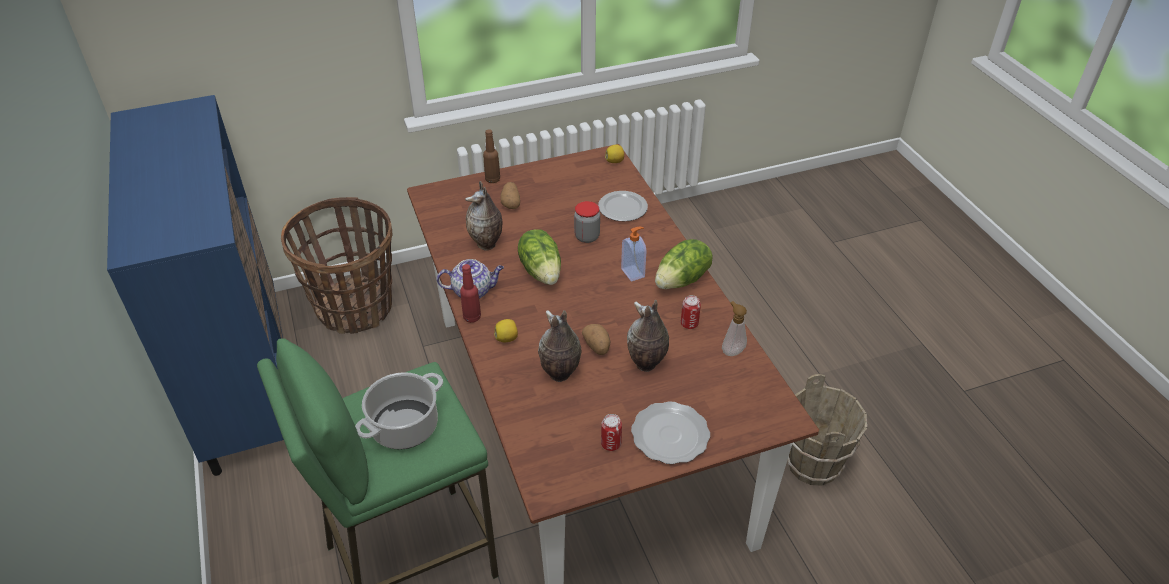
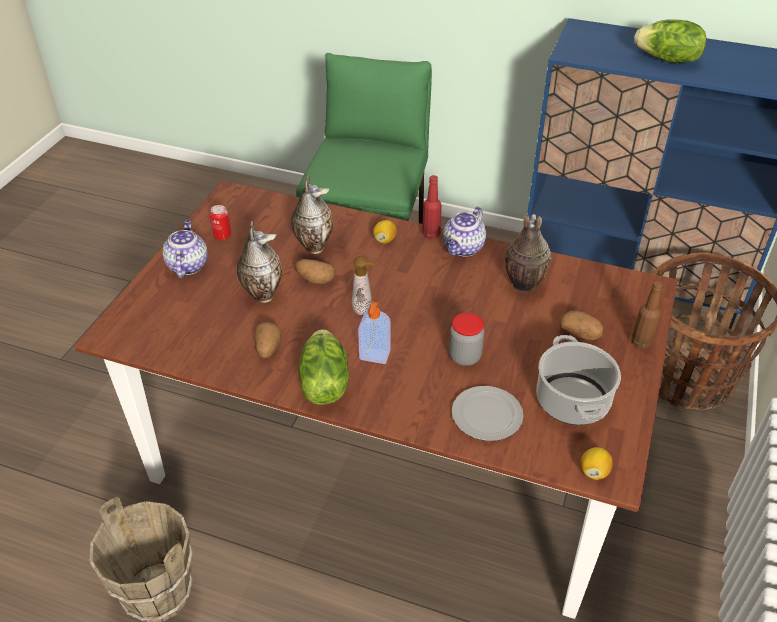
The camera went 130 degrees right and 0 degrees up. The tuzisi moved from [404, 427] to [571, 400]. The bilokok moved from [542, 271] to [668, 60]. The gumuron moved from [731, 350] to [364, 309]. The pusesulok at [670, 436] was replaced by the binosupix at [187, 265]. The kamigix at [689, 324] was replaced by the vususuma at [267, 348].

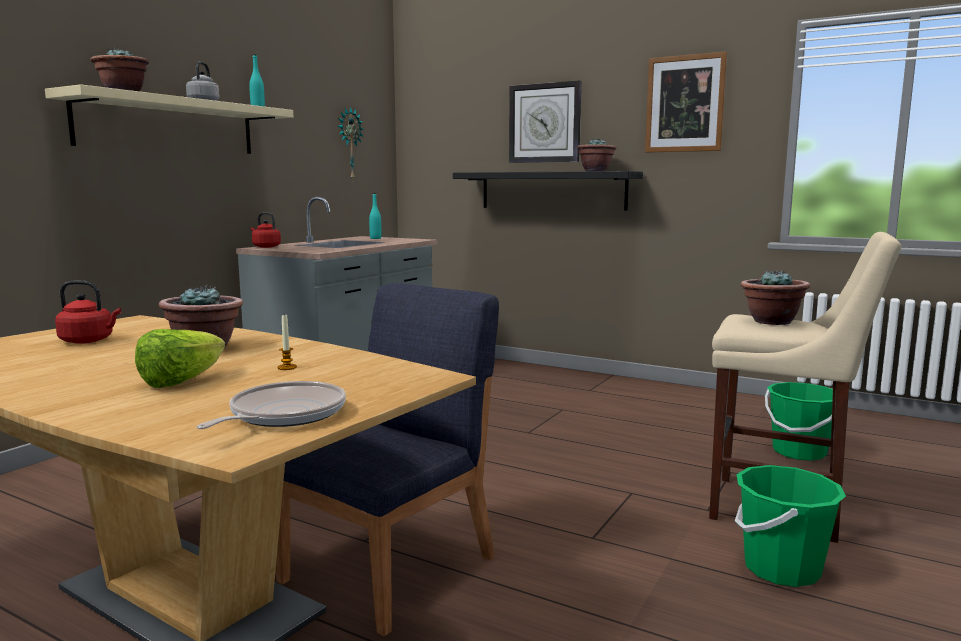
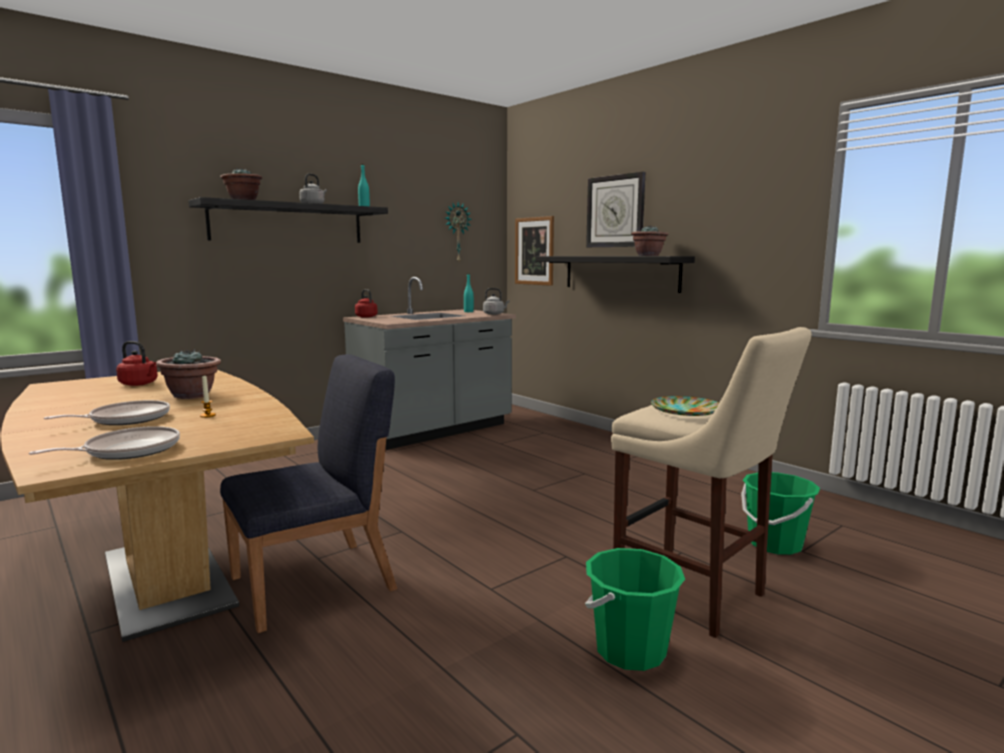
The camera went 20 degrees right and 0 degrees up. The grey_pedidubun at [494, 314] appeared. The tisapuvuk moved from [685, 104] to [534, 251]. The bilokok at [181, 381] was replaced by the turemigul at [126, 419]. The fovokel at [771, 321] was replaced by the pusesulok at [685, 411]. The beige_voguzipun at [169, 126] became the black_voguzipun at [288, 223].

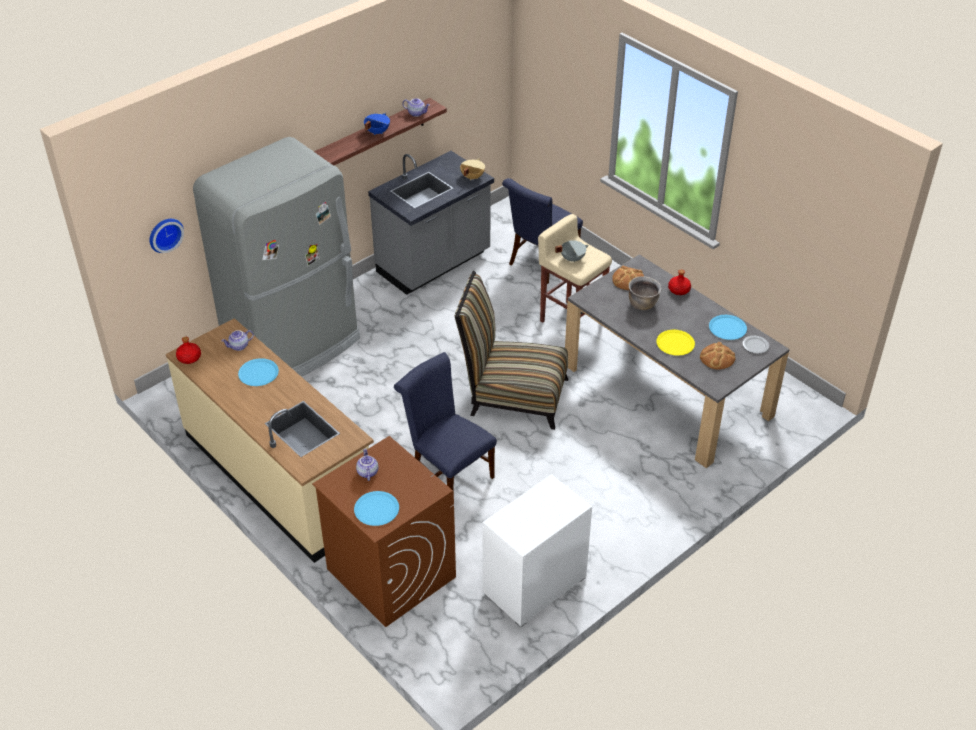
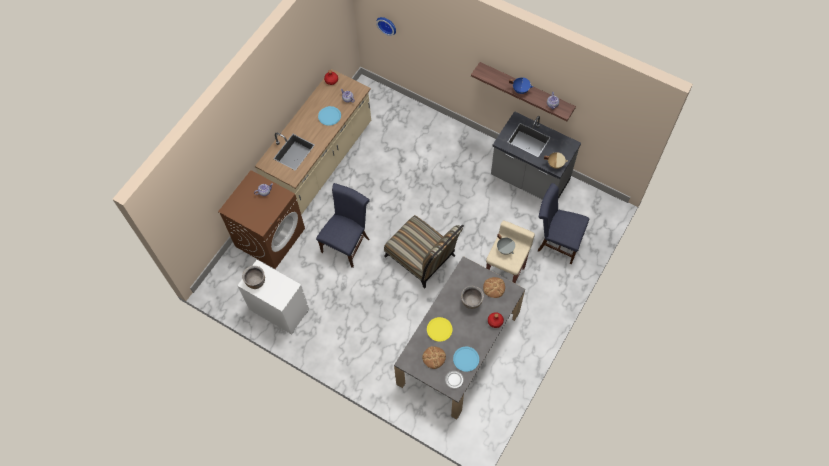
The camera went 75 degrees right and 20 degrees up. The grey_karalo at [294, 346] disappeared. The blue_pusesulok at [376, 509] disappeared. The brown_tuzisi at [256, 282] appeared. The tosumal at [512, 395] turned 135 degrees clockwise.

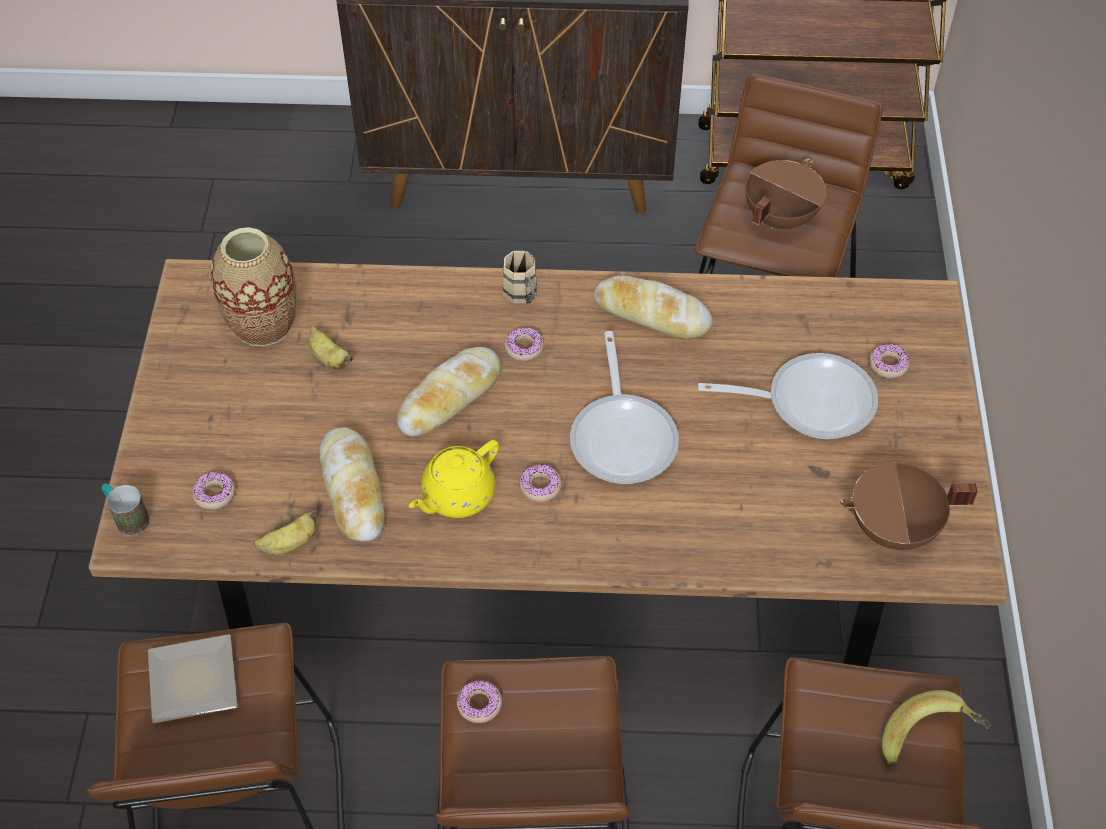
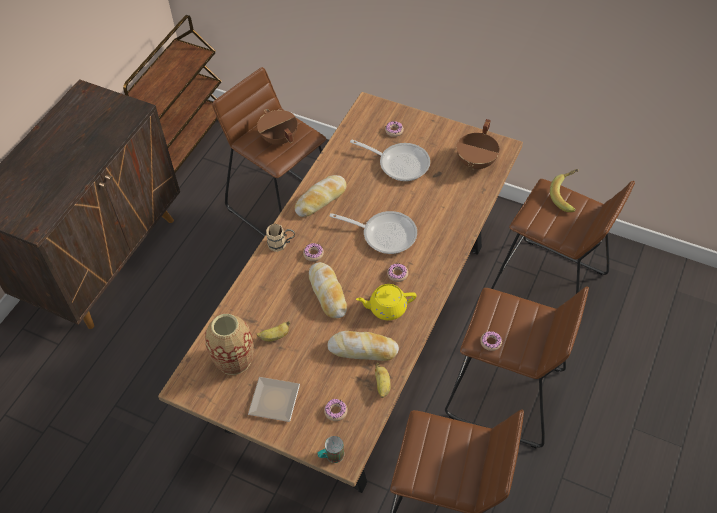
The camera went 65 degrees left and 0 degrees up. The pusesulok moved from [196, 678] to [273, 399]. The yellow_binosupix at [457, 495] turned 105 degrees clockwise. The turemigul at [810, 401] turned 90 degrees clockwise.

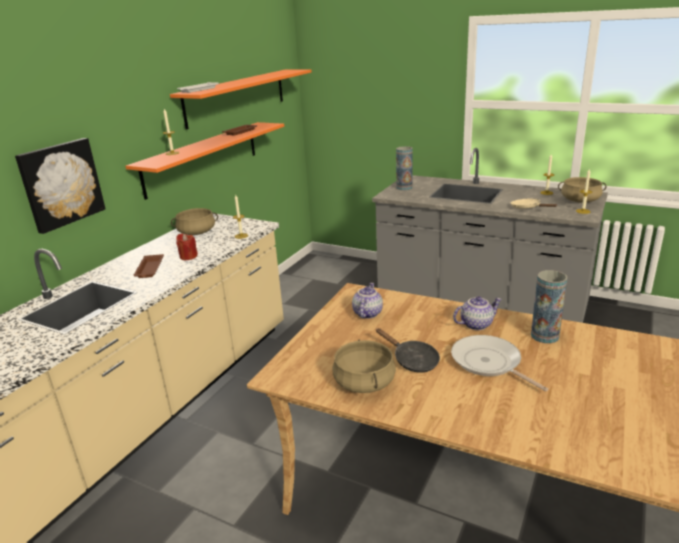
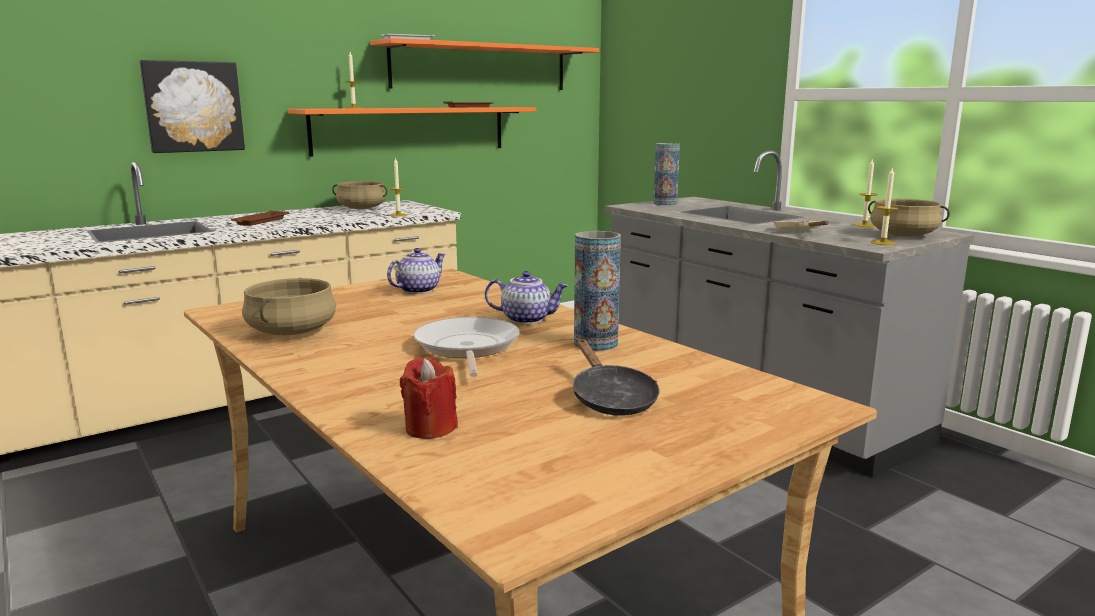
The camera went 25 degrees right and 10 degrees down. The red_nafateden moved from [188, 256] to [430, 428]. The black_turemigul moved from [412, 360] to [610, 398].

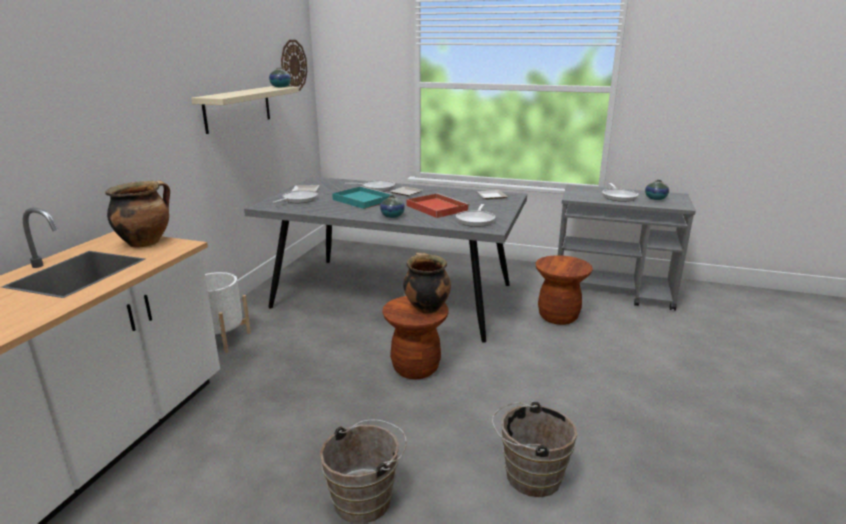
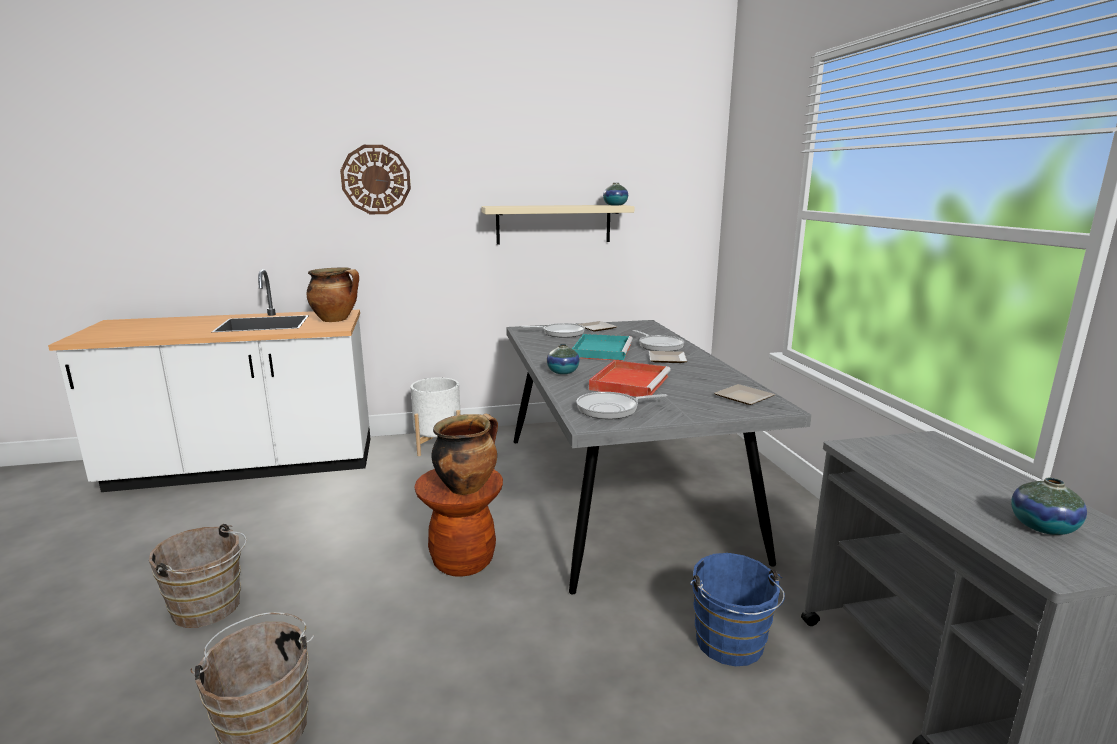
The camera went 60 degrees right and 5 degrees down. The turemigul at [619, 196] disappeared. The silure moved from [293, 65] to [376, 180]. The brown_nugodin at [558, 316] was replaced by the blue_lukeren at [730, 646].

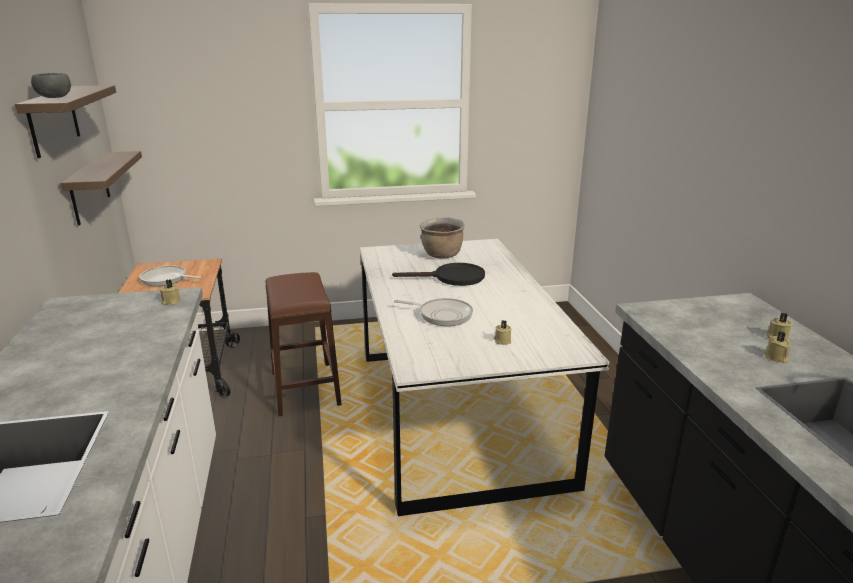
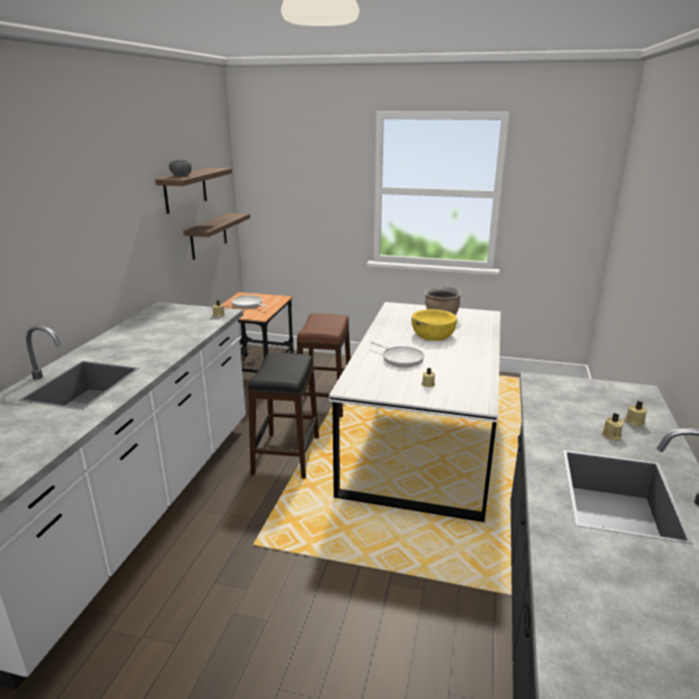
The camera went 25 degrees right and 0 degrees up. The black_nugodin at [286, 455] appeared. The black_turemigul at [452, 278] was replaced by the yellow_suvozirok at [433, 334].

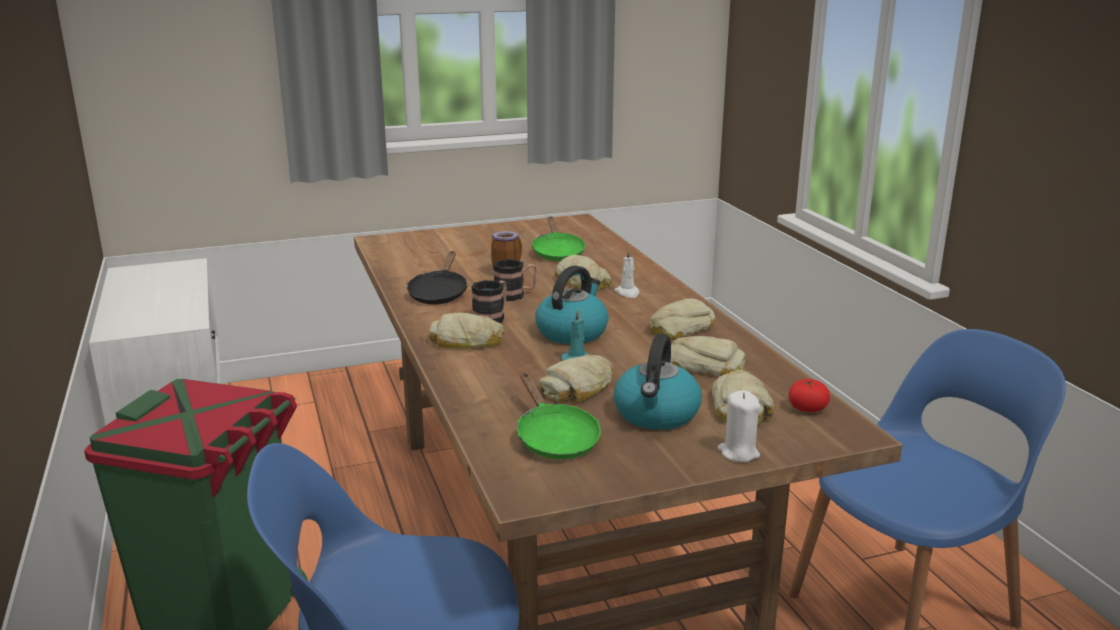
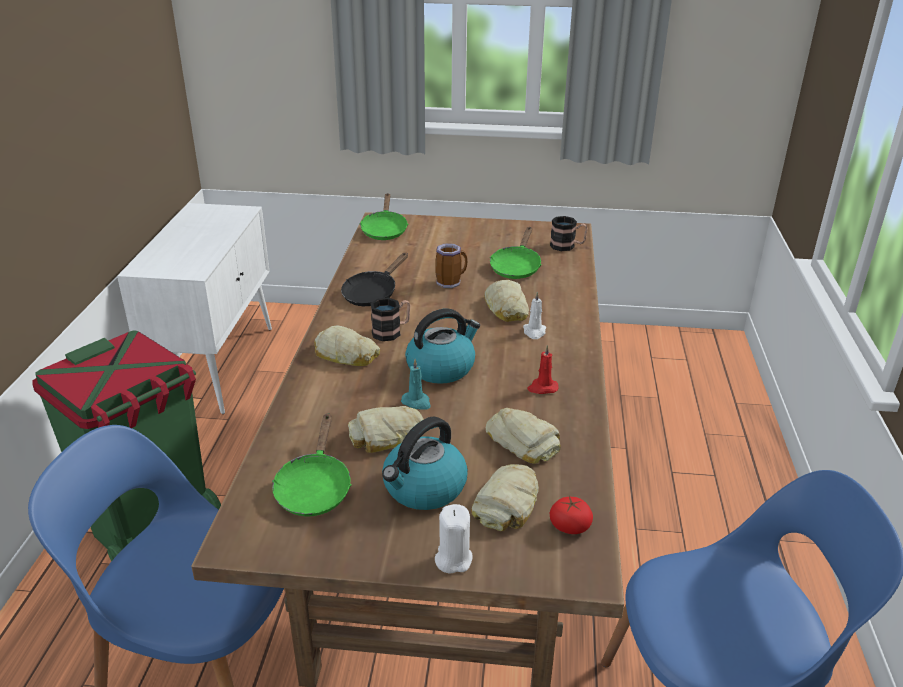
The camera went 25 degrees right and 10 degrees up. The green_turemigul at [384, 230] appeared. The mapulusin moved from [515, 295] to [567, 246]. The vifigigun at [679, 328] was replaced by the red_nafateden at [542, 388].

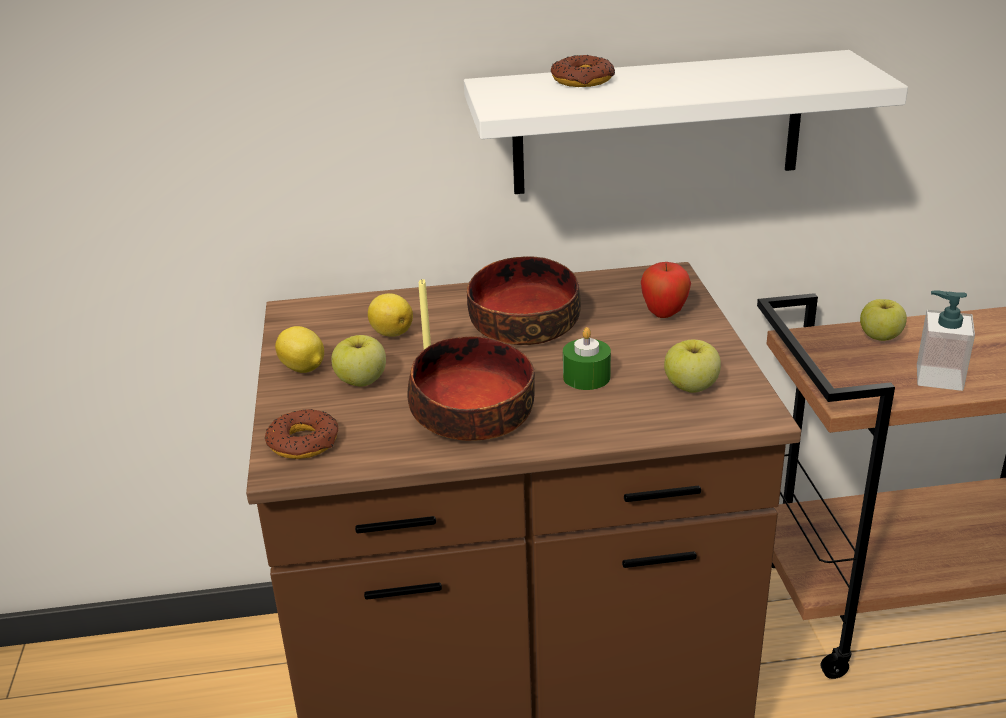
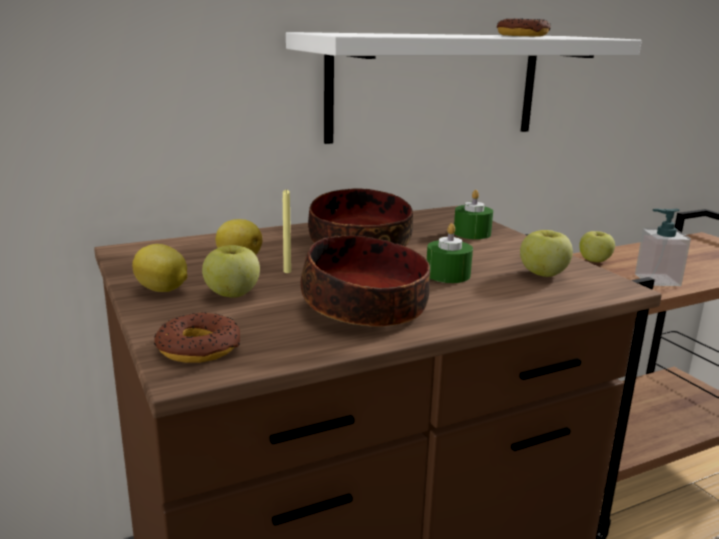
The camera went 20 degrees left and 10 degrees down. The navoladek moved from [582, 80] to [522, 35]. The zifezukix at [664, 314] was replaced by the green_nafateden at [472, 233].

